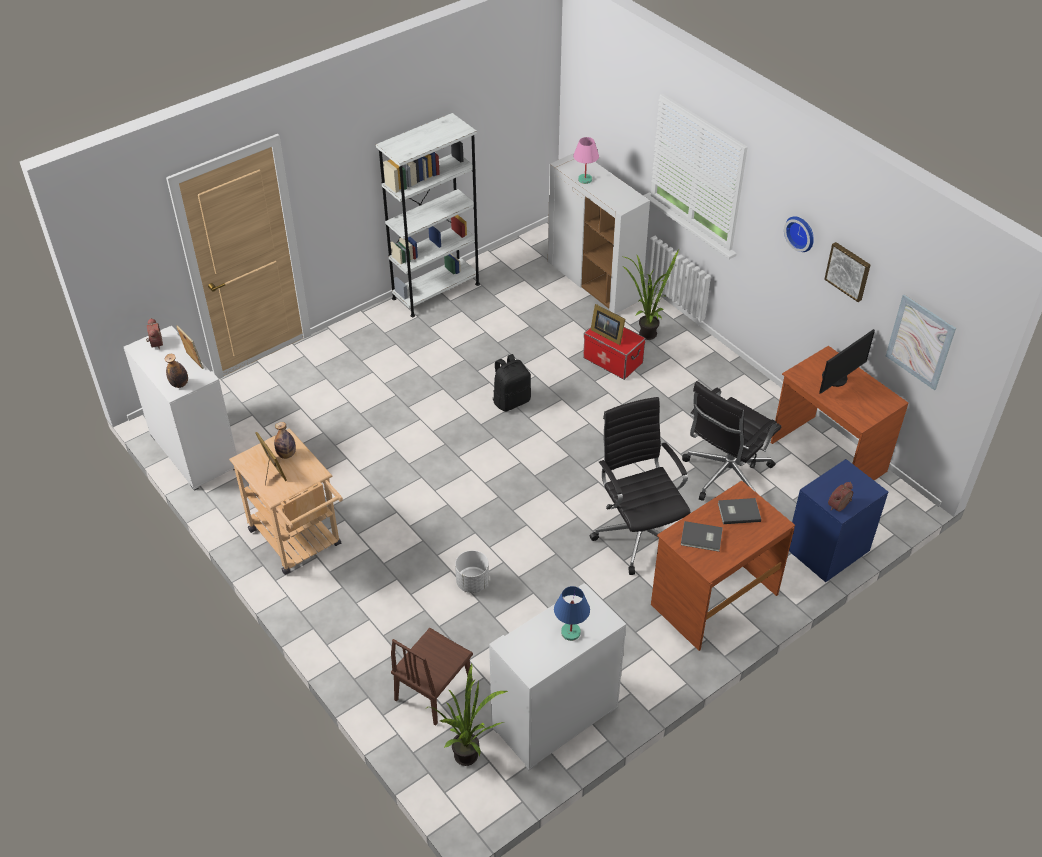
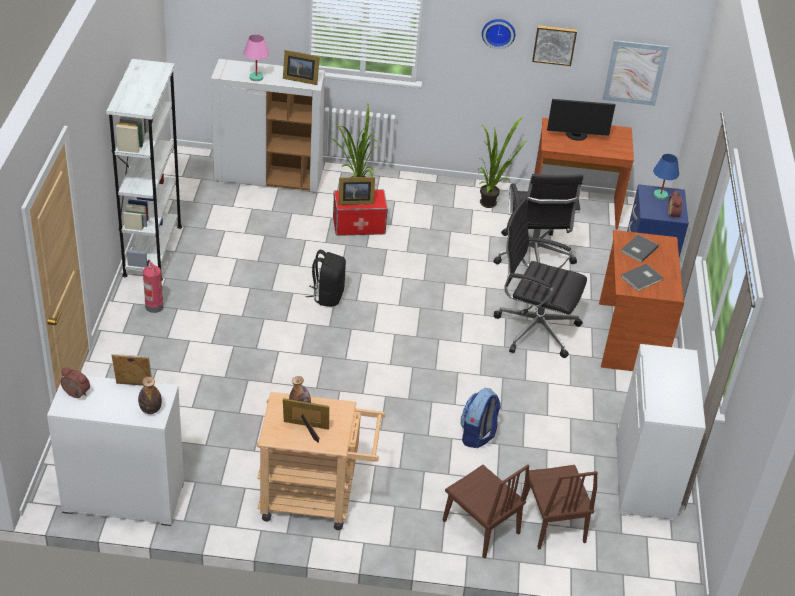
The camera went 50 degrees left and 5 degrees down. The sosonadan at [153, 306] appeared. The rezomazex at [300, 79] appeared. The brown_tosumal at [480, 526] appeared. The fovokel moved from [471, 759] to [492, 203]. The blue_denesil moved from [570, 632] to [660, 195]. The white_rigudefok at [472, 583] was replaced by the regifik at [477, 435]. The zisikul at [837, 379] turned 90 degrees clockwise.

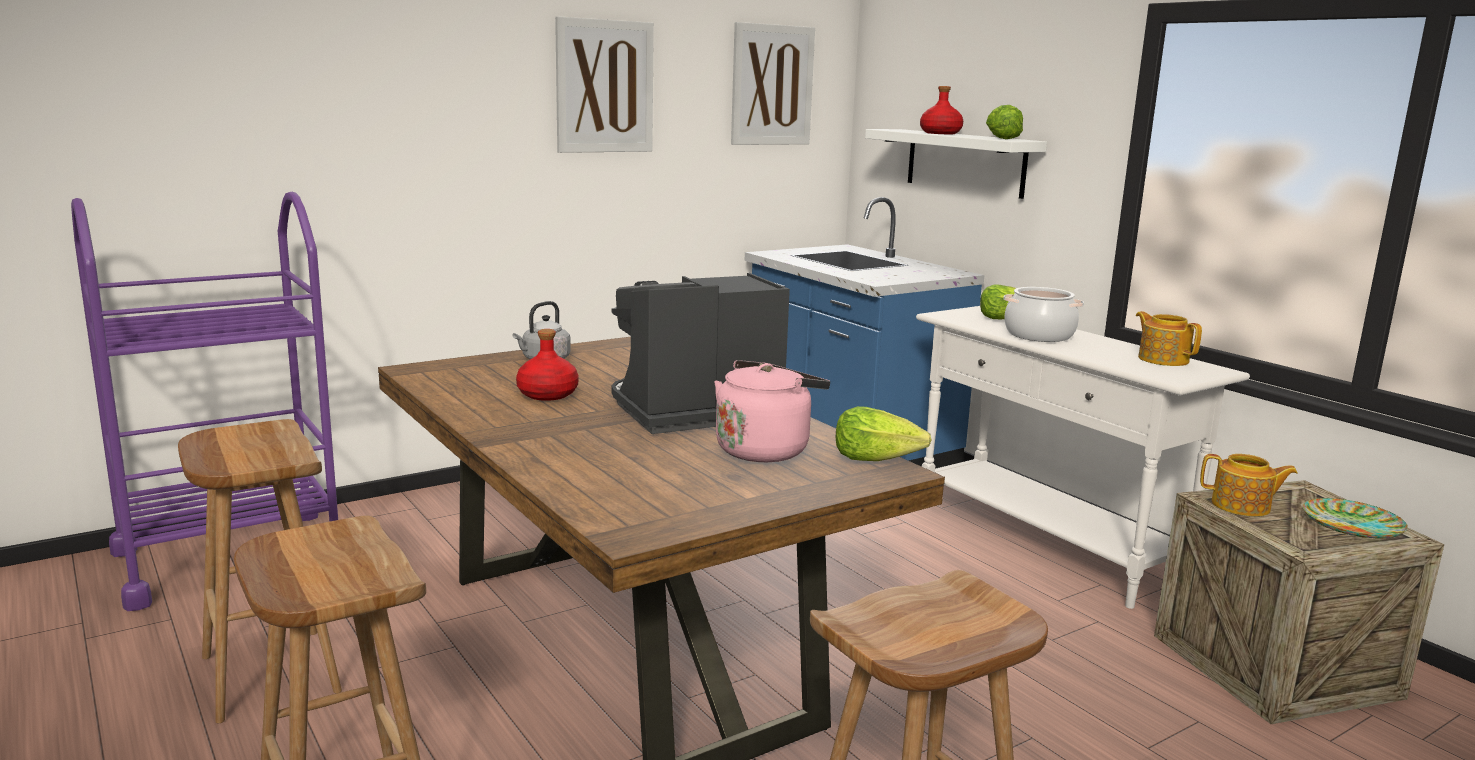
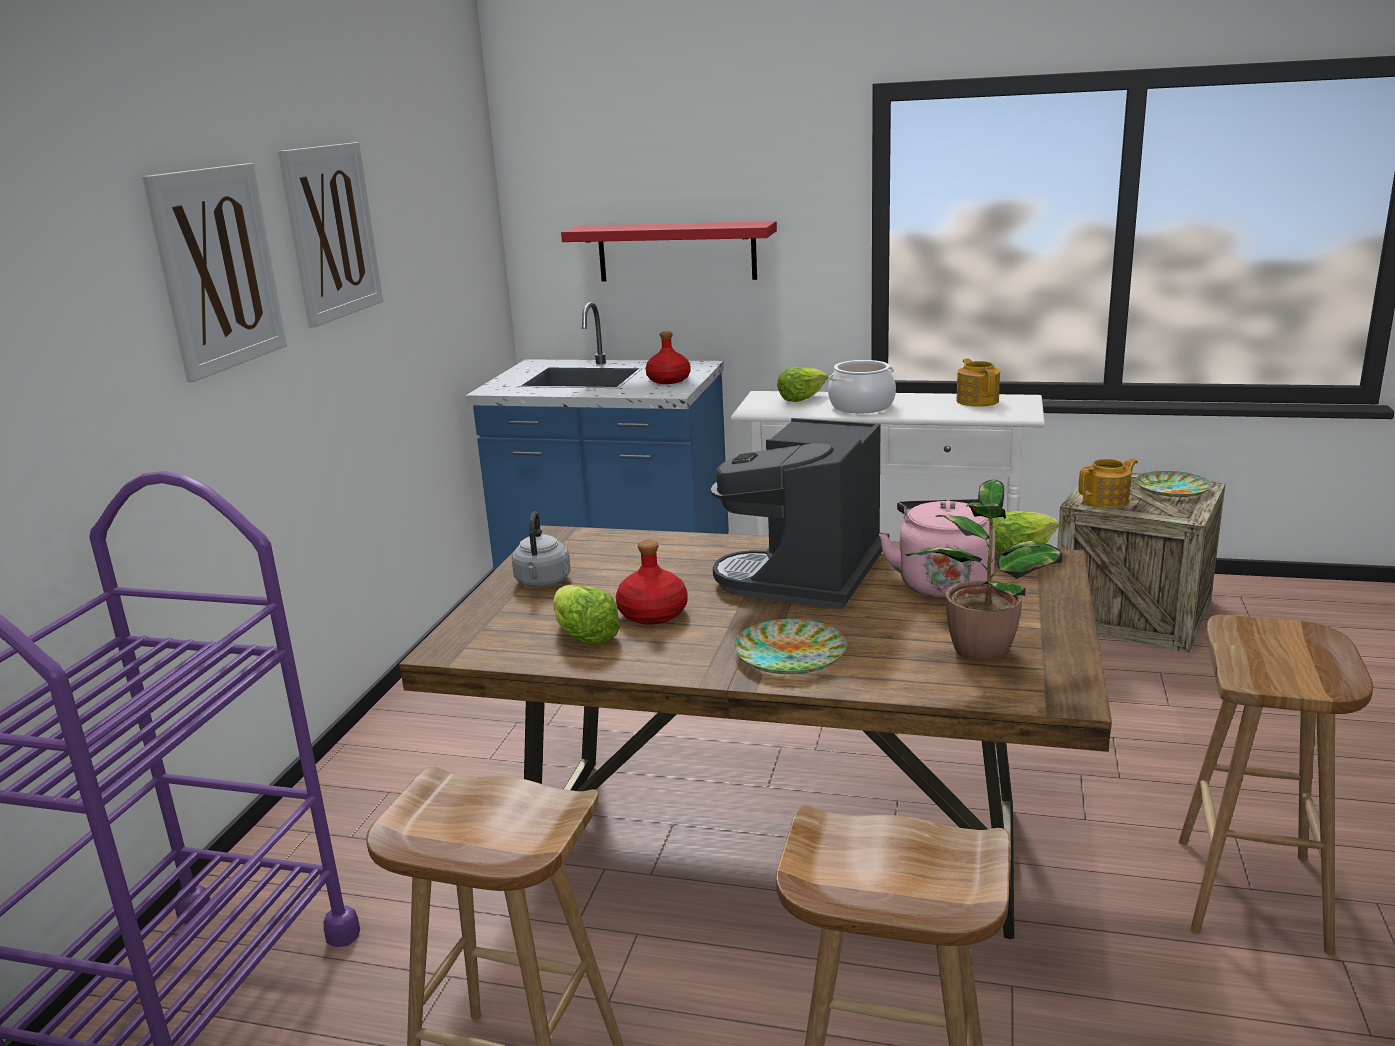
The camera went 40 degrees left and 5 degrees up. The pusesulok at [790, 655] appeared. The fovokel at [980, 648] appeared. The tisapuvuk moved from [772, 85] to [218, 269]. The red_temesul moved from [940, 133] to [669, 380]. The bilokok moved from [1002, 138] to [584, 635]. The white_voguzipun at [965, 162] became the red_voguzipun at [676, 252]. The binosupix at [1162, 359] turned 60 degrees clockwise.

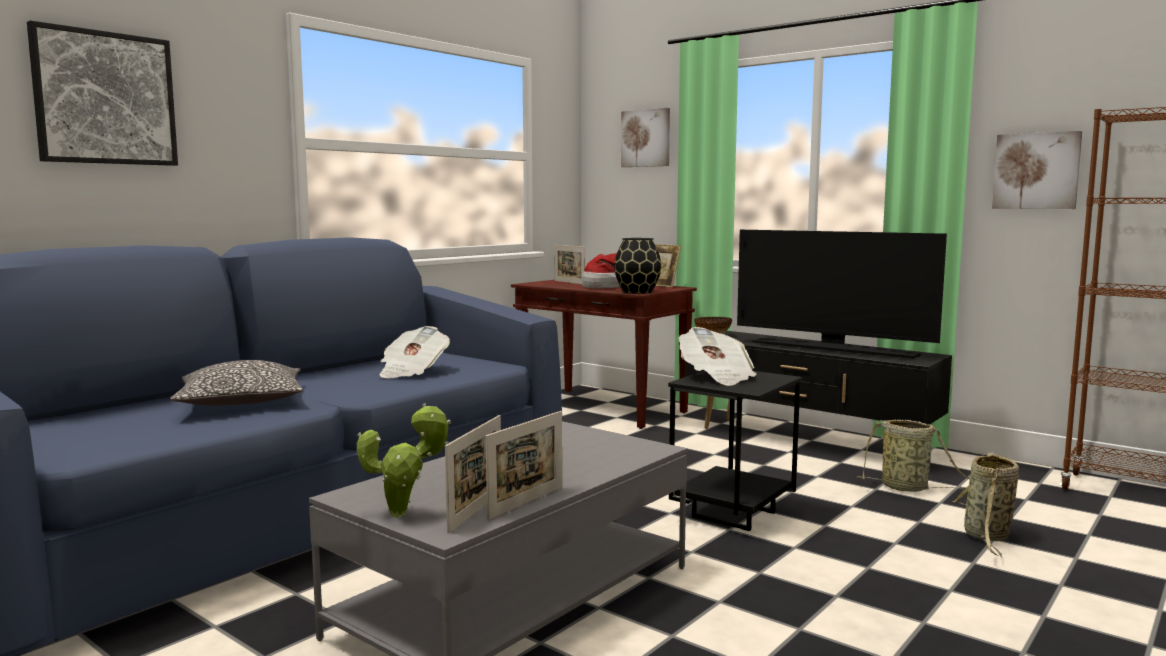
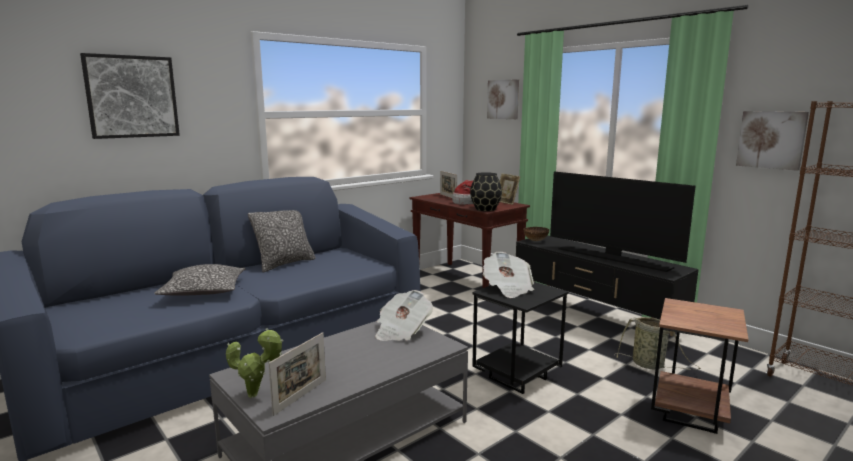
The camera went 10 degrees right and 5 degrees up. The rezomazex at [526, 502] disappeared. The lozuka at [285, 264] appeared. The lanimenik moved from [412, 372] to [402, 331]. The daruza at [987, 537] was replaced by the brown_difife at [691, 415].

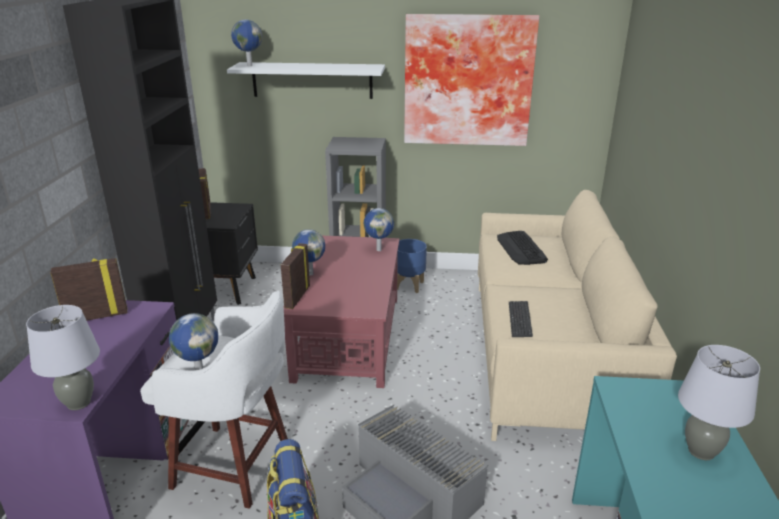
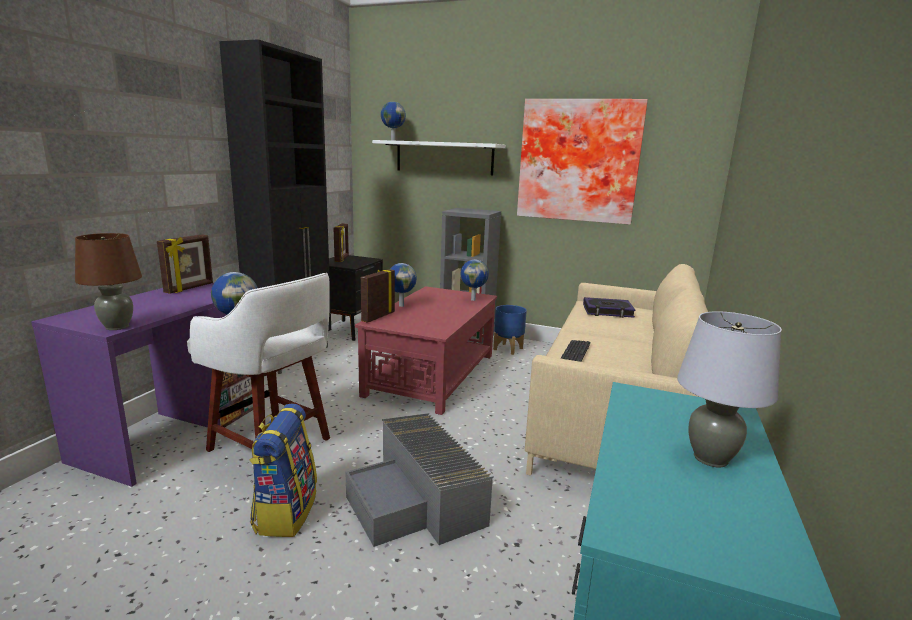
The camera went 15 degrees right and 10 degrees down. The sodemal at [521, 249] was replaced by the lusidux at [607, 311]. The grey_denesil at [78, 403] became the brown_denesil at [117, 327]. The rezomazex at [96, 316] turned 120 degrees clockwise.

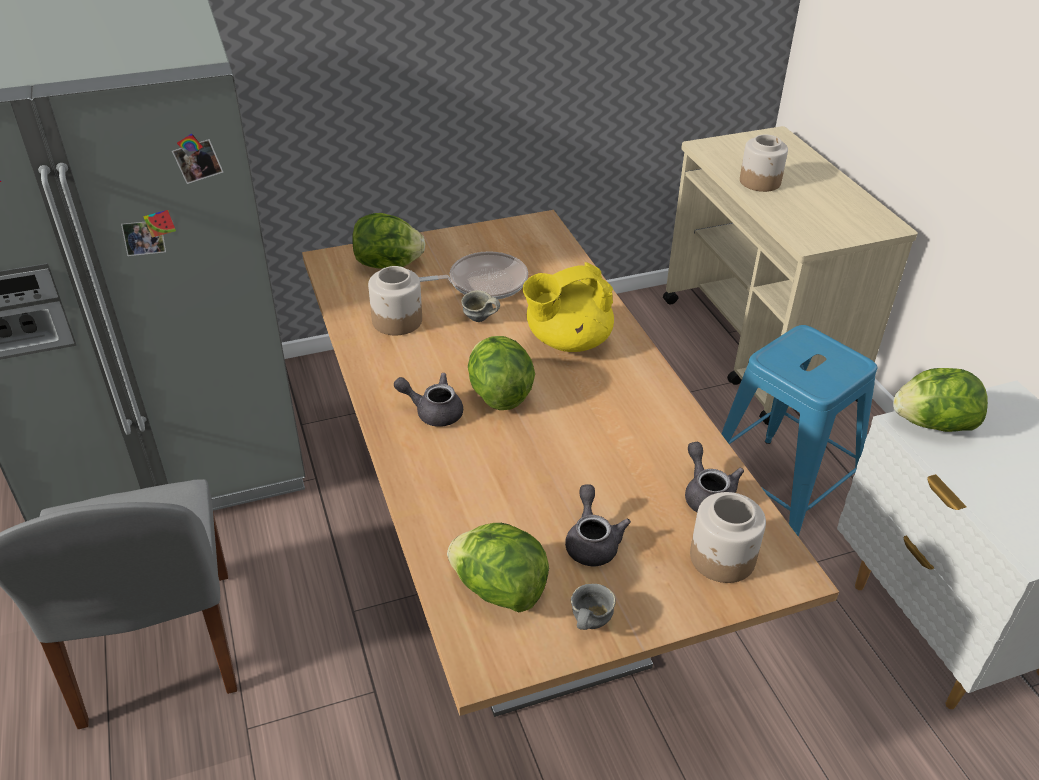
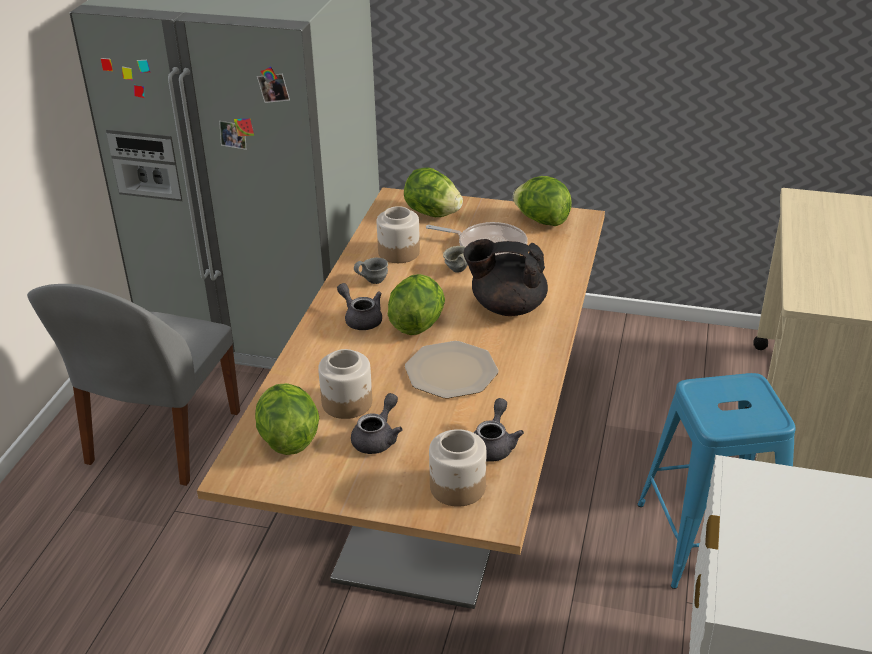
The camera went 35 degrees right and 5 degrees down. The pusesulok at [450, 371] appeared. The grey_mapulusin moved from [587, 623] to [372, 281]. The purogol moved from [760, 181] to [347, 403]. The bilokok moved from [932, 424] to [541, 220]. The yellow_binosupix at [567, 341] became the black_binosupix at [507, 307].

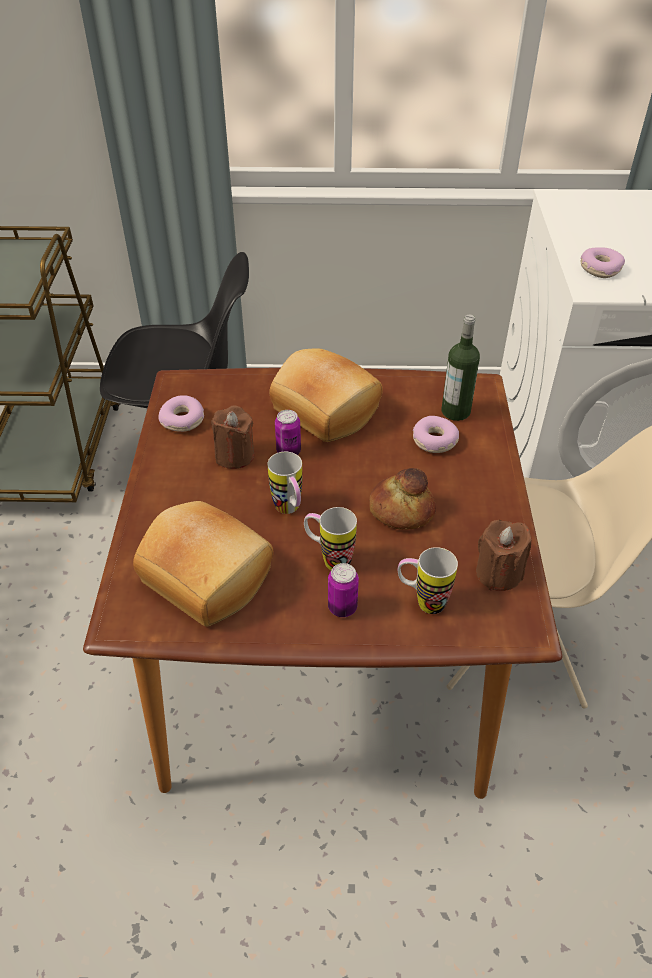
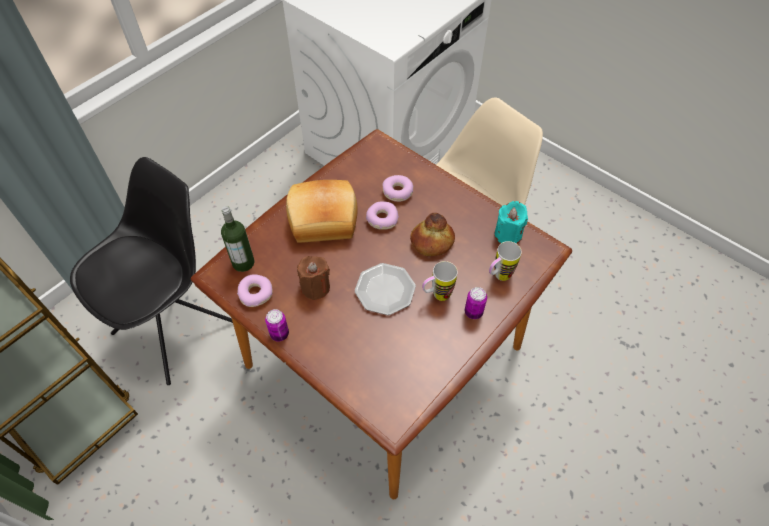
The camera went 50 degrees left and 10 degrees up. The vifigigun at [209, 574] disappeared. The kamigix moved from [288, 451] to [279, 334]. The temesul moved from [455, 411] to [243, 263]. The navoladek moved from [600, 269] to [382, 219]. The mapulusin at [290, 511] was replaced by the pusesulok at [385, 290]. The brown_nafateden at [498, 573] became the turquoise_nafateden at [508, 234].

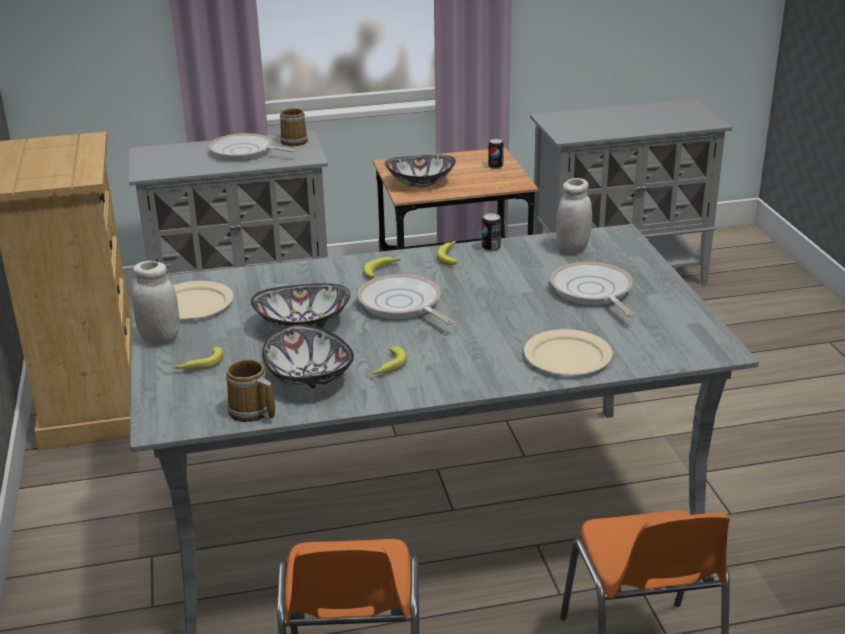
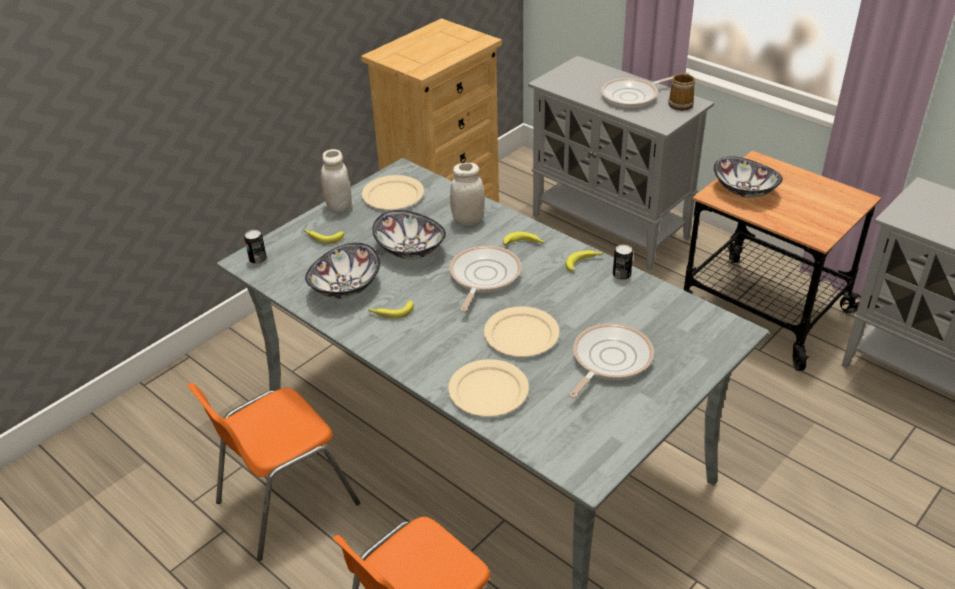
The camera went 55 degrees right and 10 degrees up. The mapulusin at [251, 412] disappeared. The beige_pusesulok at [521, 335] appeared. The kamigix moved from [495, 166] to [258, 260]. The white_purogol moved from [573, 249] to [468, 221]. The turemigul at [244, 152] turned 105 degrees counterclockwise.

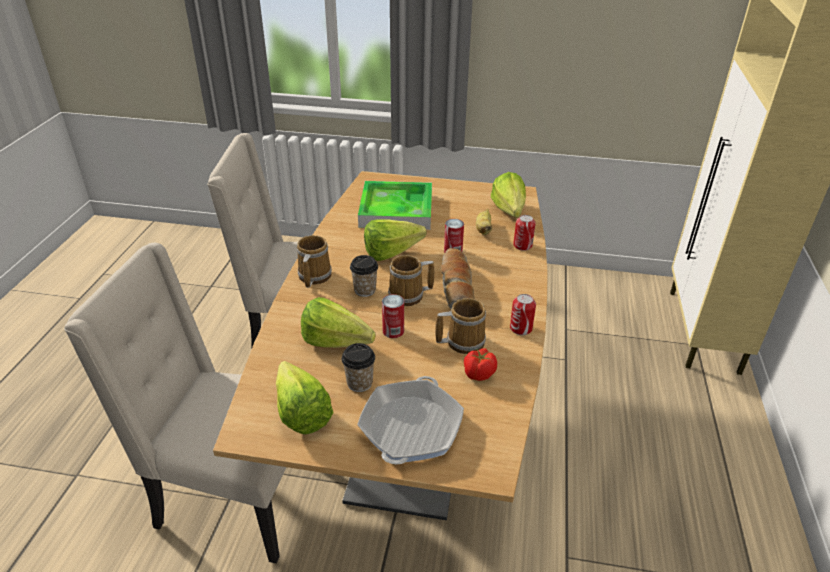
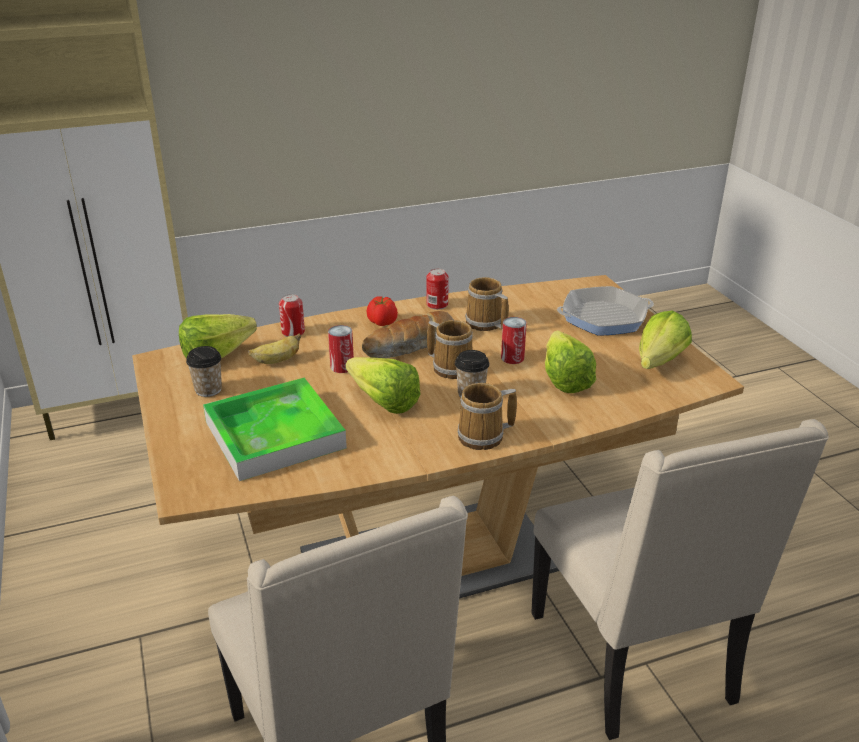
The camera went 120 degrees left and 5 degrees down. The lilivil moved from [359, 383] to [208, 390]. The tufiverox moved from [478, 374] to [382, 323].

